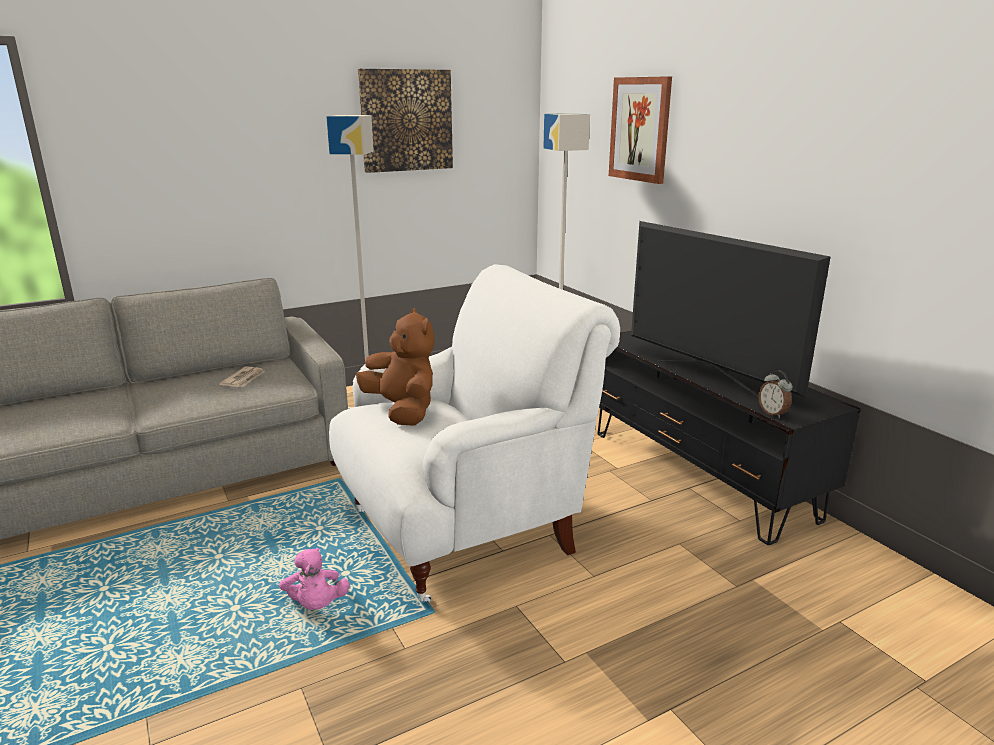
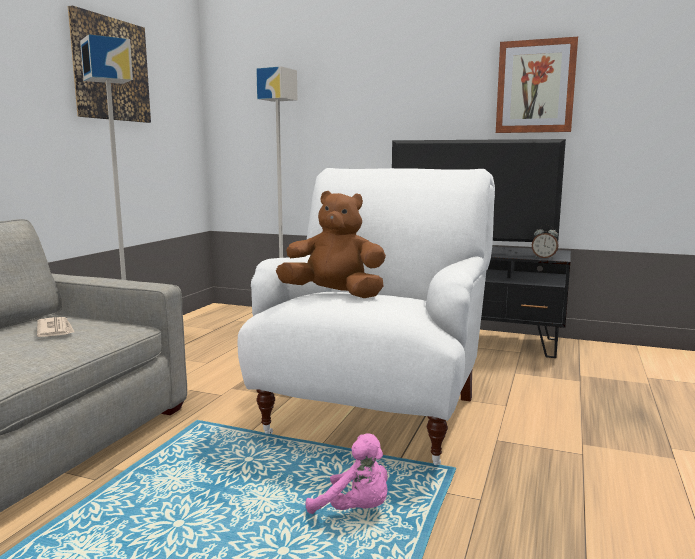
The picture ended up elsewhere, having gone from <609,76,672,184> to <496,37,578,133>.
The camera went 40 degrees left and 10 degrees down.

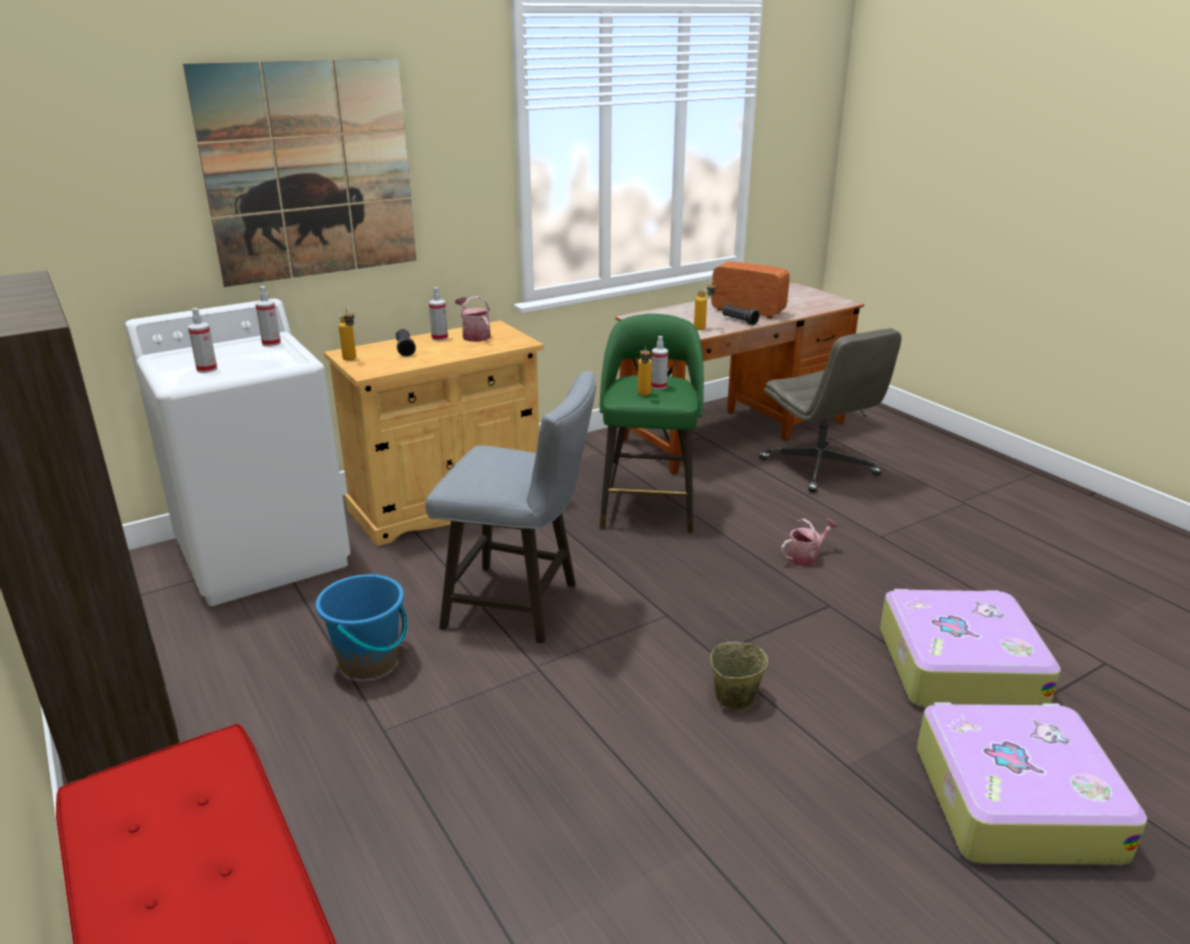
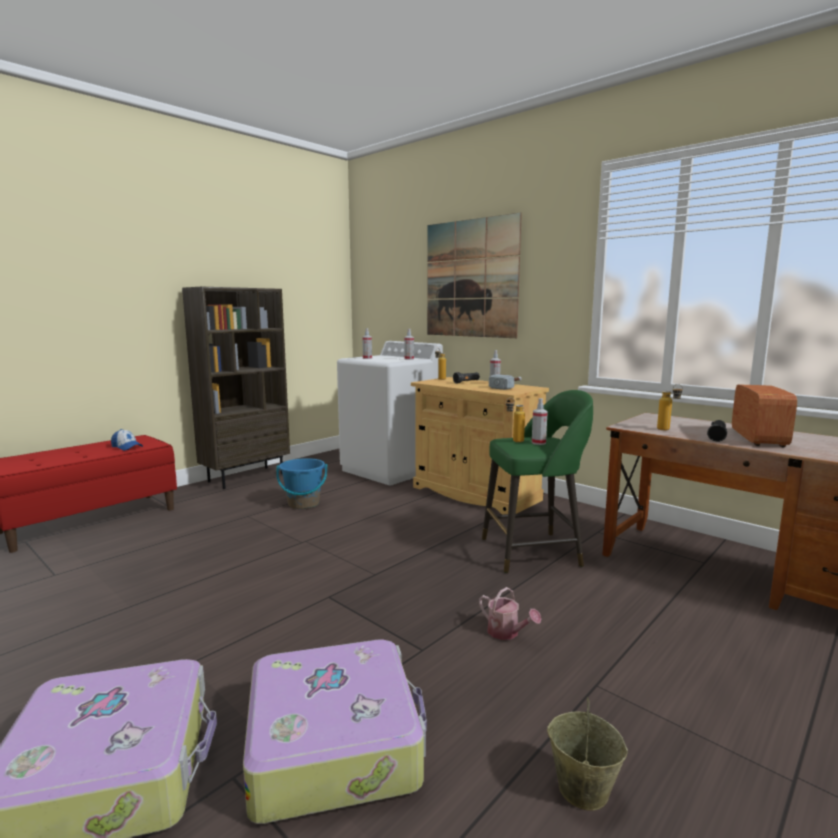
Where the sprinkling can stood at <455,296,491,342>, the hammer came to stand at <489,374,522,390>.
The second view lost the grey desk chair at <759,328,902,493>.
The second view lost the grey stool at <425,371,596,643>.
The sand-coloured pail ended up elsewhere, having gone from <710,631,768,710> to <547,697,628,811>.
The second view gained the cap at <111,429,143,451>.
The camera went 75 degrees right and 15 degrees down.

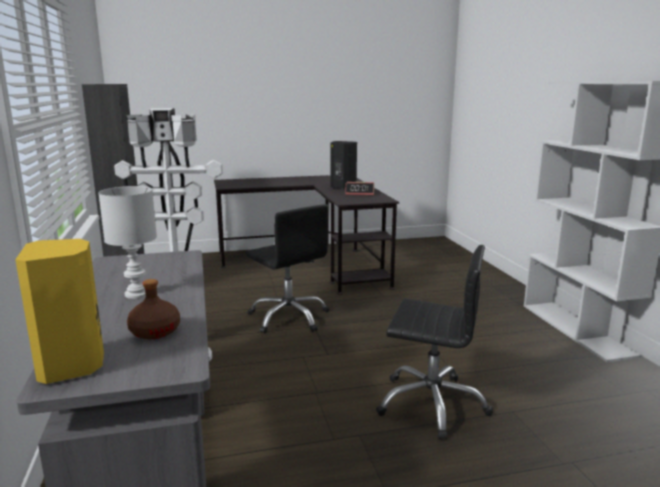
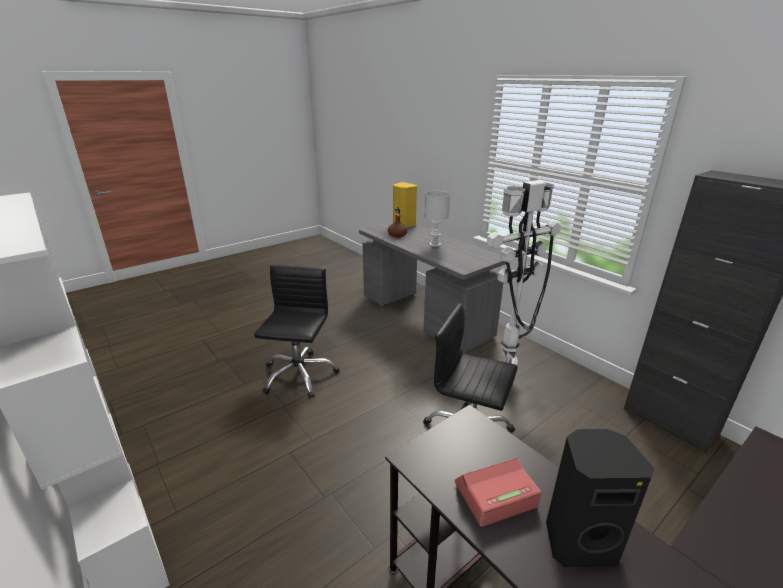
The black desk chair at <376,245,493,440> ended up facing another way, 105 degrees clockwise from before.
The camera went 155 degrees right and 10 degrees up.

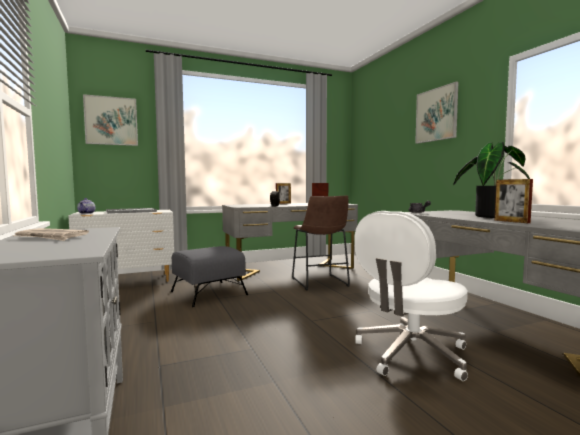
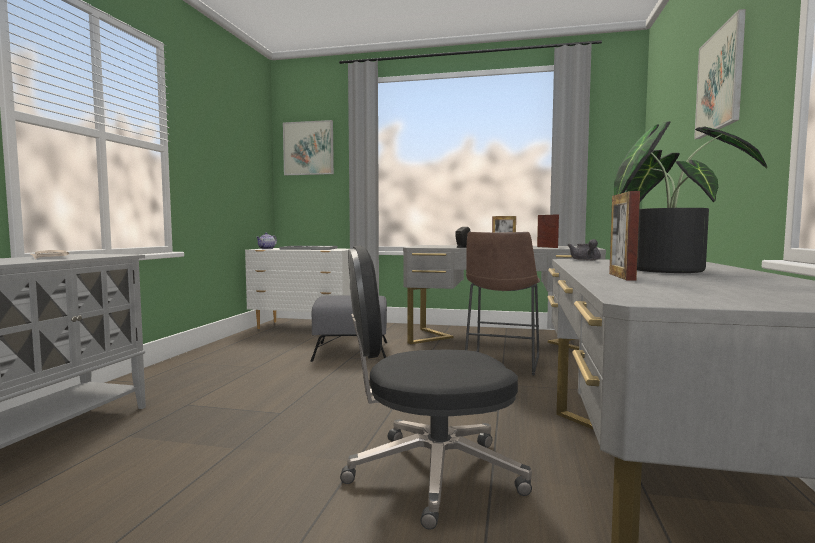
What was the white-coloured desk chair at <355,211,468,381> turned into the black desk chair at <340,245,532,530>.
The camera went 35 degrees right and 0 degrees up.

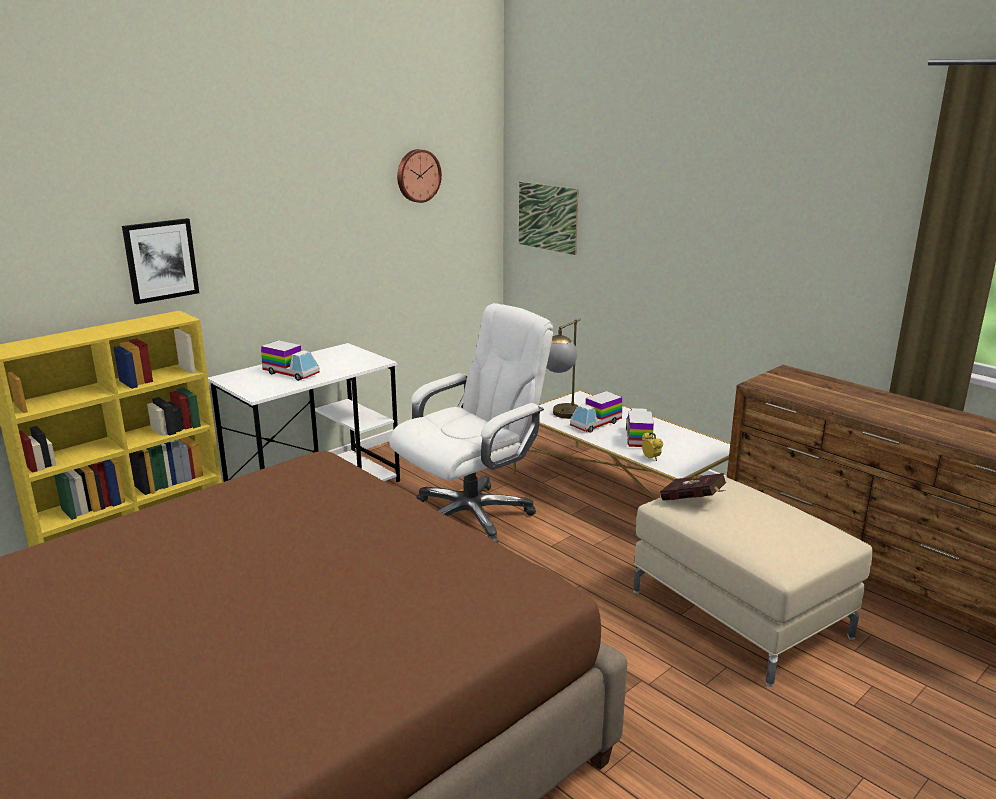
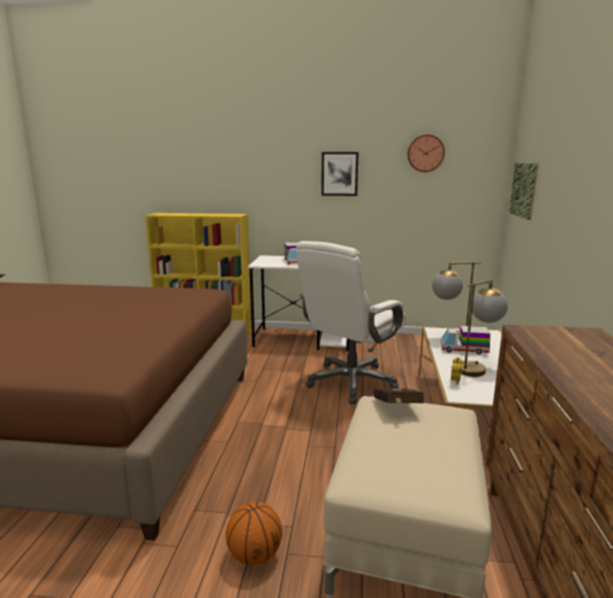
The picture ended up elsewhere, having gone from <122,218,199,304> to <321,152,359,196>.
The white-coloured desk chair at <389,303,553,543> ended up facing another way, 120 degrees clockwise from before.
Where the toy lorry stood at <626,408,654,447>, the tabletop lamp came to stand at <461,279,508,377>.
The second view gained the basketball ball at <226,502,282,565>.
The camera went 50 degrees right and 5 degrees down.

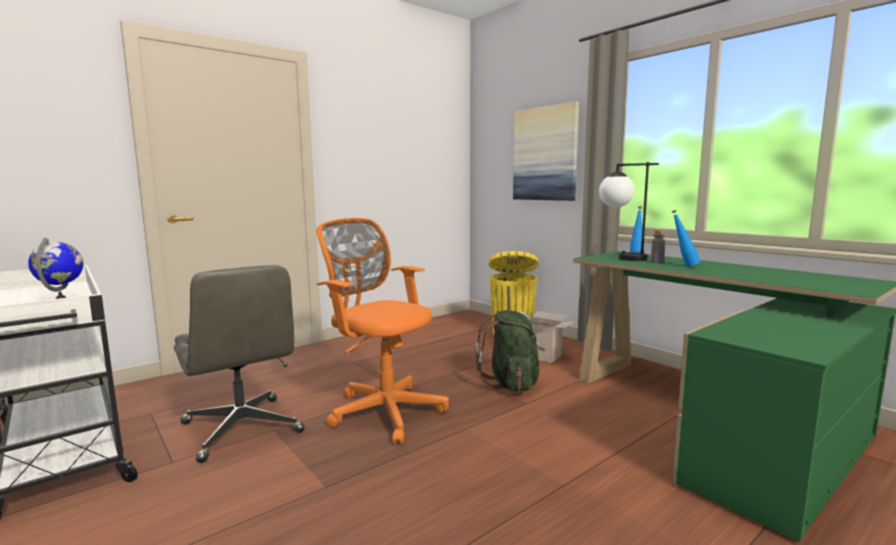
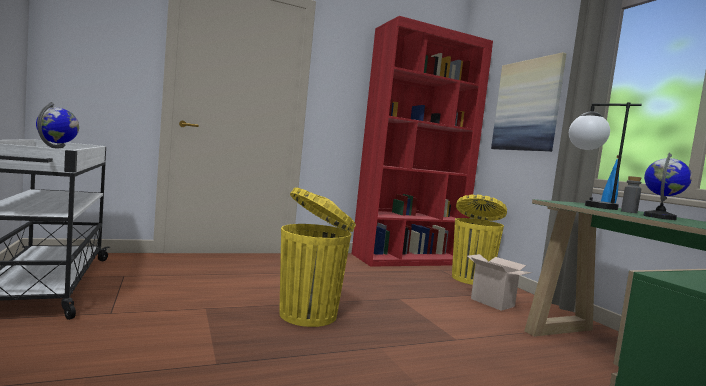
Where the blue-coloured bottle stood at <672,210,700,267>, the desk globe came to stand at <644,153,692,220>.
Where the orangey desk chair stood at <316,218,449,444>, the yellow-coloured rubbish bin came to stand at <280,187,356,327>.
The second view lost the grey desk chair at <174,265,304,463>.
The second view lost the green-coloured knapsack at <475,310,545,392>.
The second view gained the red bookcase at <352,16,493,267>.
The camera went 15 degrees right and 5 degrees down.

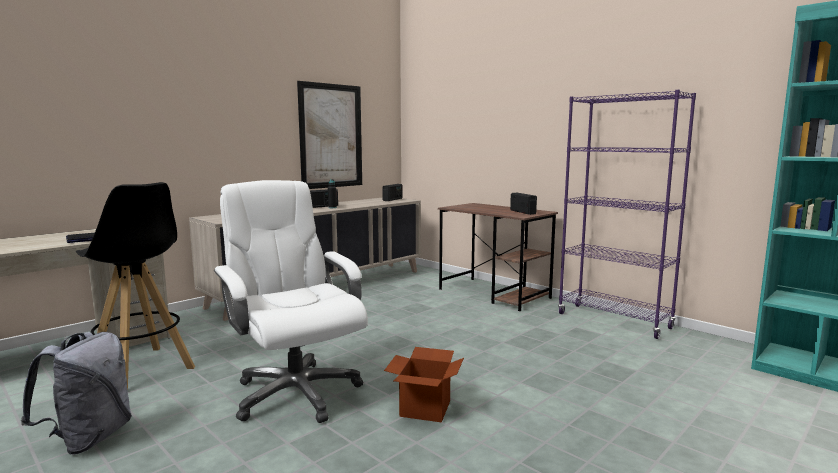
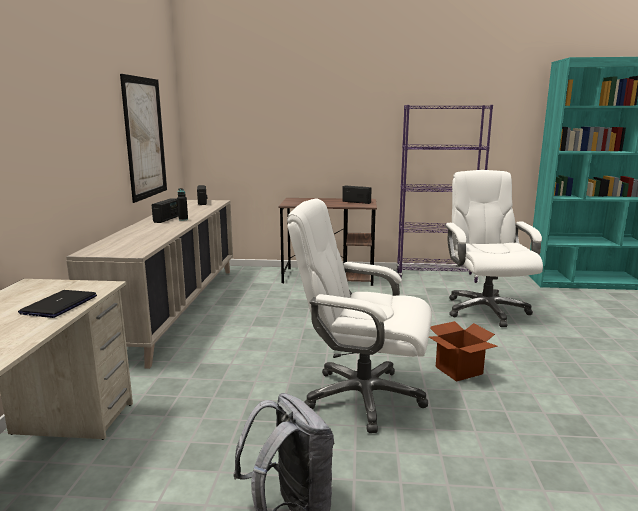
The second view lost the black stool at <76,182,195,390>.
The second view gained the white-coloured desk chair at <445,170,543,327>.
The camera went 40 degrees left and 5 degrees up.

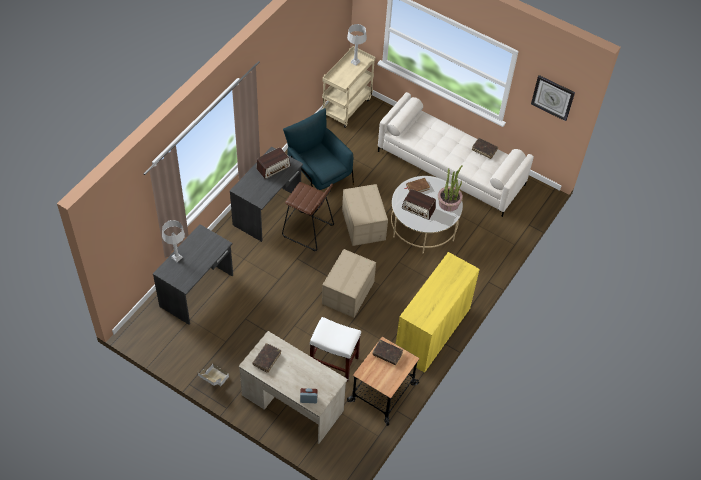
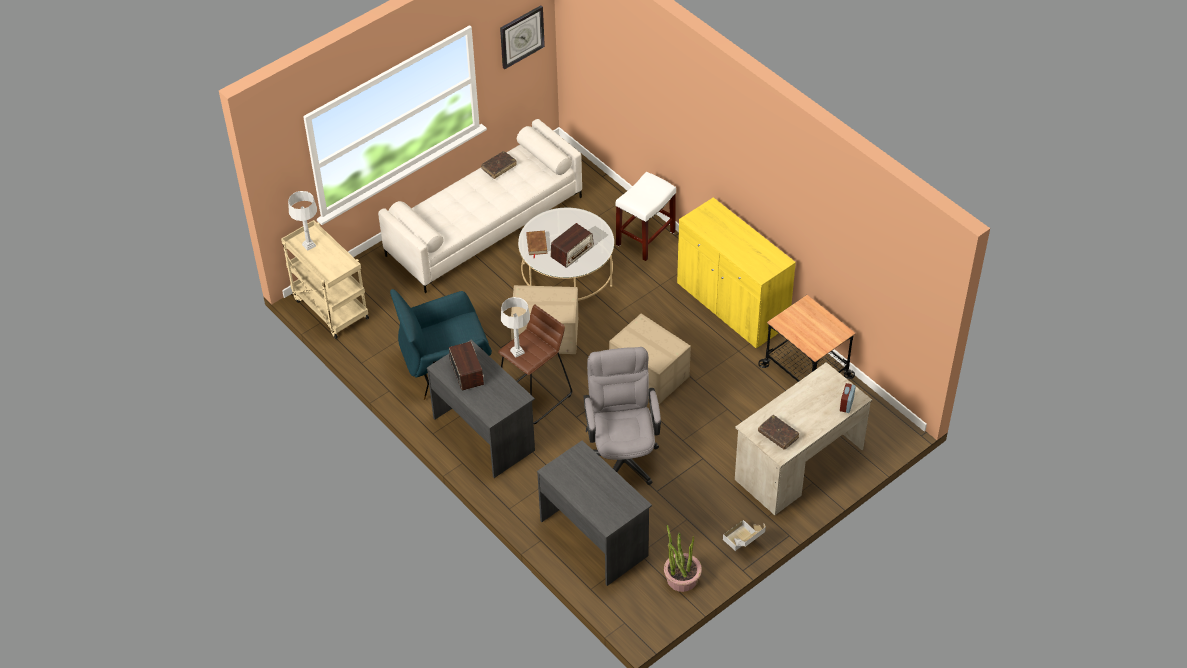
The potted plant ended up elsewhere, having gone from <438,165,463,211> to <664,525,702,592>.
The grey tabletop lamp ended up elsewhere, having gone from <162,220,185,262> to <501,297,530,358>.
The white-coloured stool ended up elsewhere, having gone from <310,317,361,382> to <615,172,676,261>.
The second view lost the brown volume at <372,340,403,365>.
The second view gained the grey desk chair at <583,347,661,485>.
The camera went 70 degrees left and 5 degrees down.

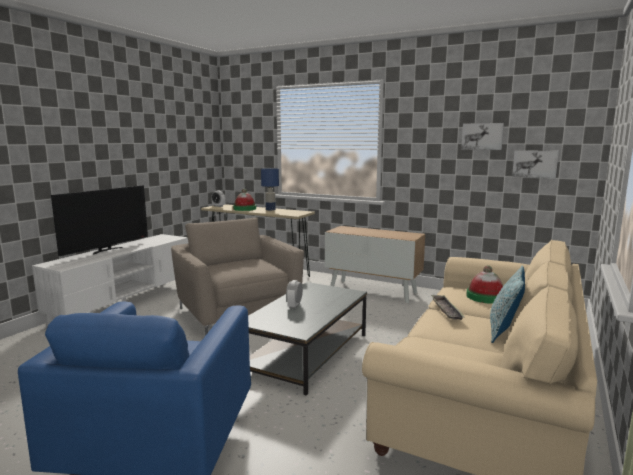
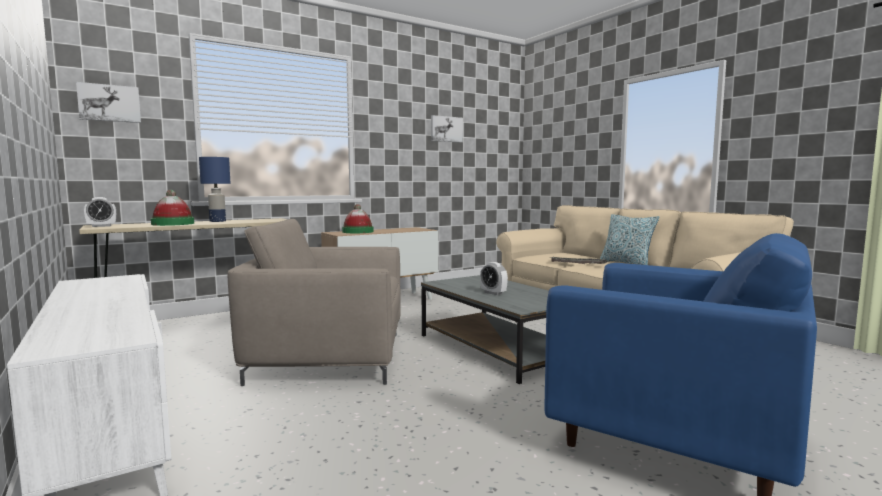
The picture ended up elsewhere, having gone from <512,150,559,179> to <76,82,141,123>.
The second view lost the TV at <51,185,148,256>.
The clothing hat ended up elsewhere, having gone from <466,265,503,304> to <342,204,374,233>.
The camera went 60 degrees left and 5 degrees down.

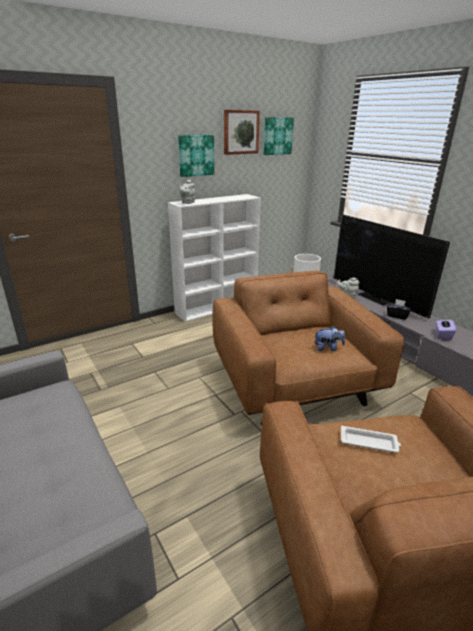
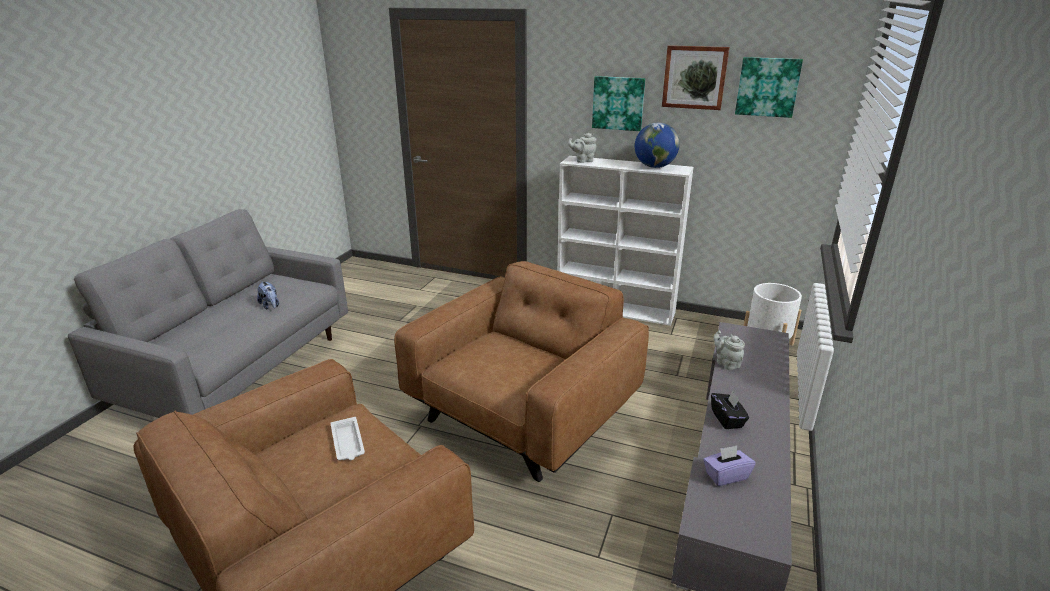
The second view lost the TV at <334,214,450,319>.
The plush toy ended up elsewhere, having gone from <314,325,345,352> to <257,281,279,309>.
The second view gained the desk globe at <635,123,680,168>.
The camera went 55 degrees right and 0 degrees up.

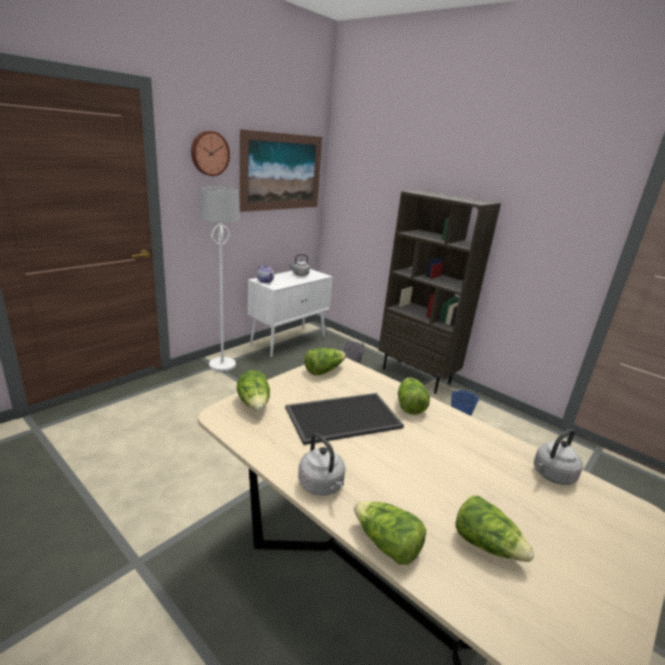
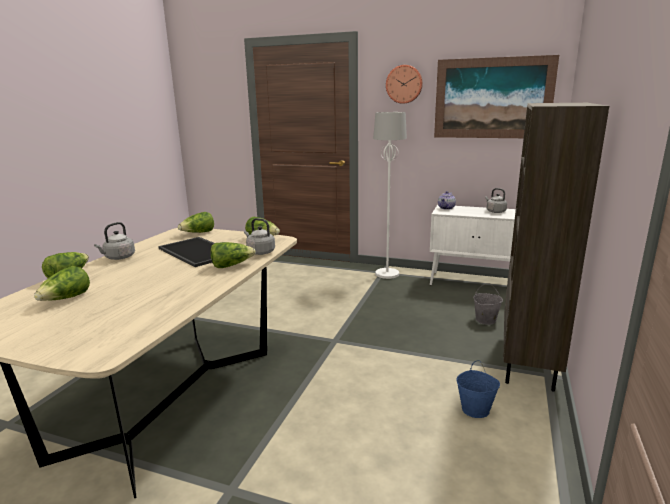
The grey tea kettle ended up elsewhere, having gone from <534,429,583,485> to <244,218,275,255>.
The camera went 70 degrees right and 5 degrees down.

